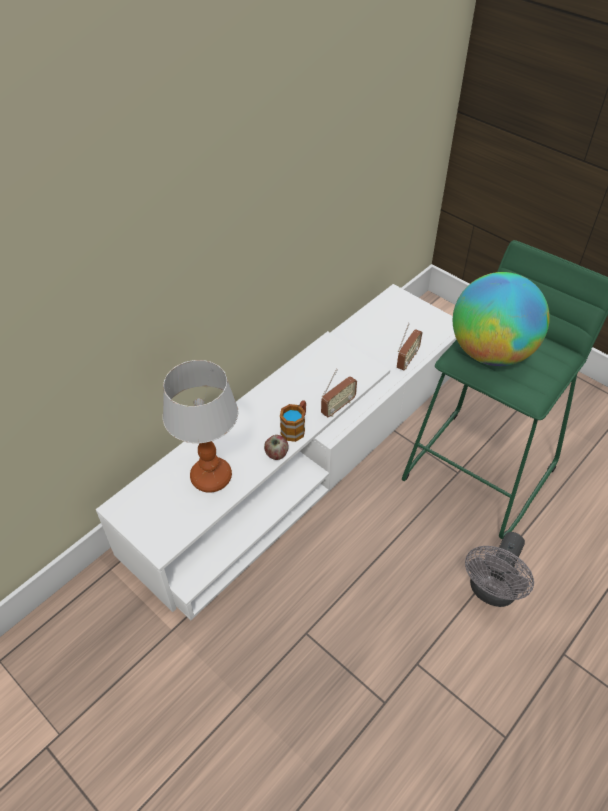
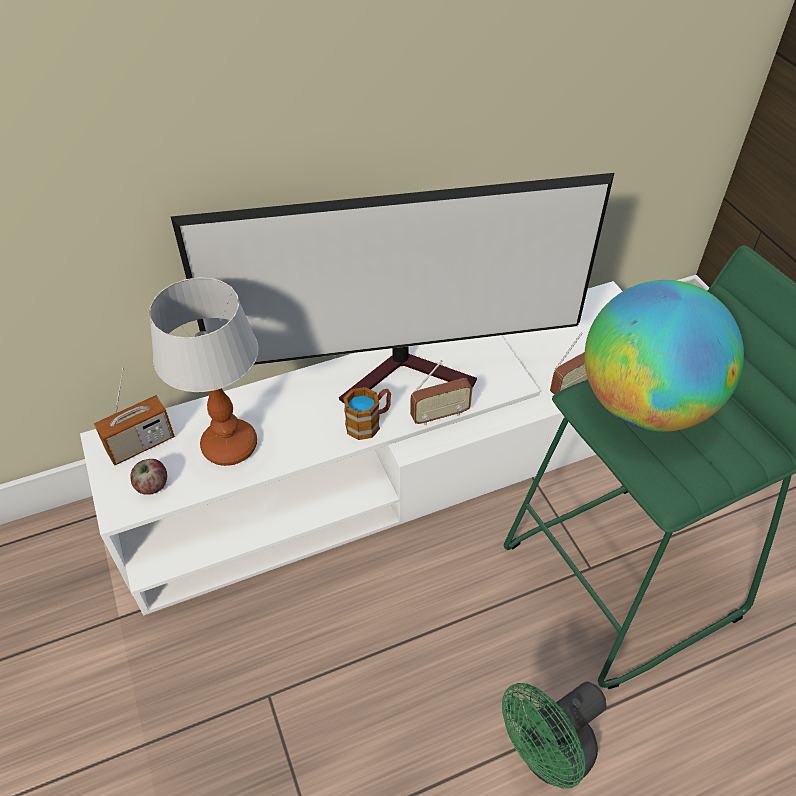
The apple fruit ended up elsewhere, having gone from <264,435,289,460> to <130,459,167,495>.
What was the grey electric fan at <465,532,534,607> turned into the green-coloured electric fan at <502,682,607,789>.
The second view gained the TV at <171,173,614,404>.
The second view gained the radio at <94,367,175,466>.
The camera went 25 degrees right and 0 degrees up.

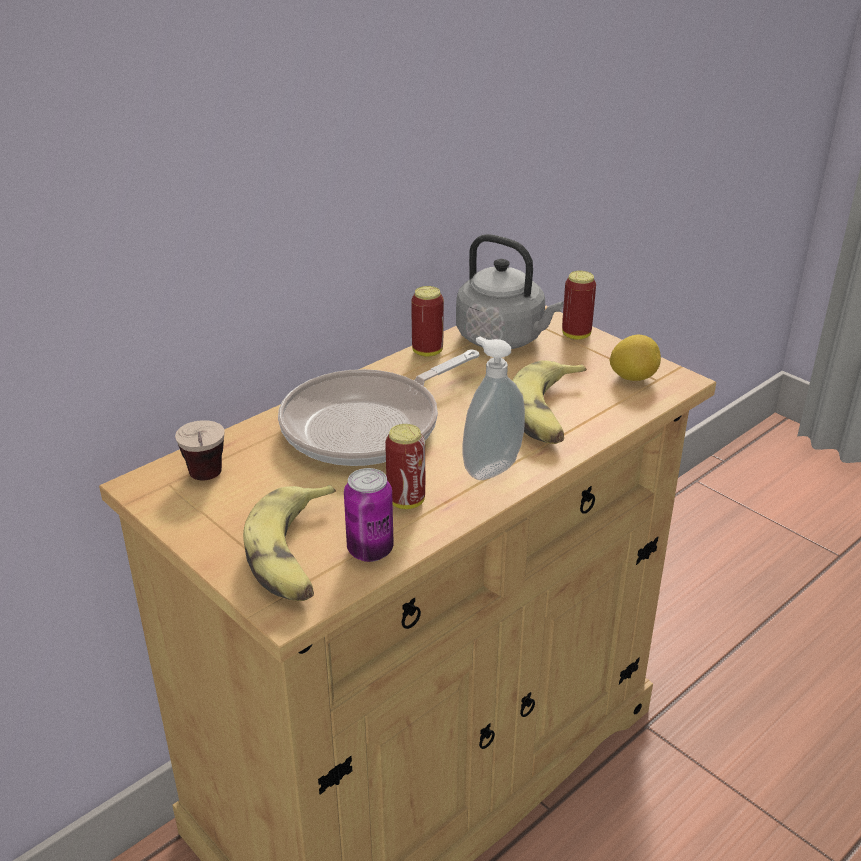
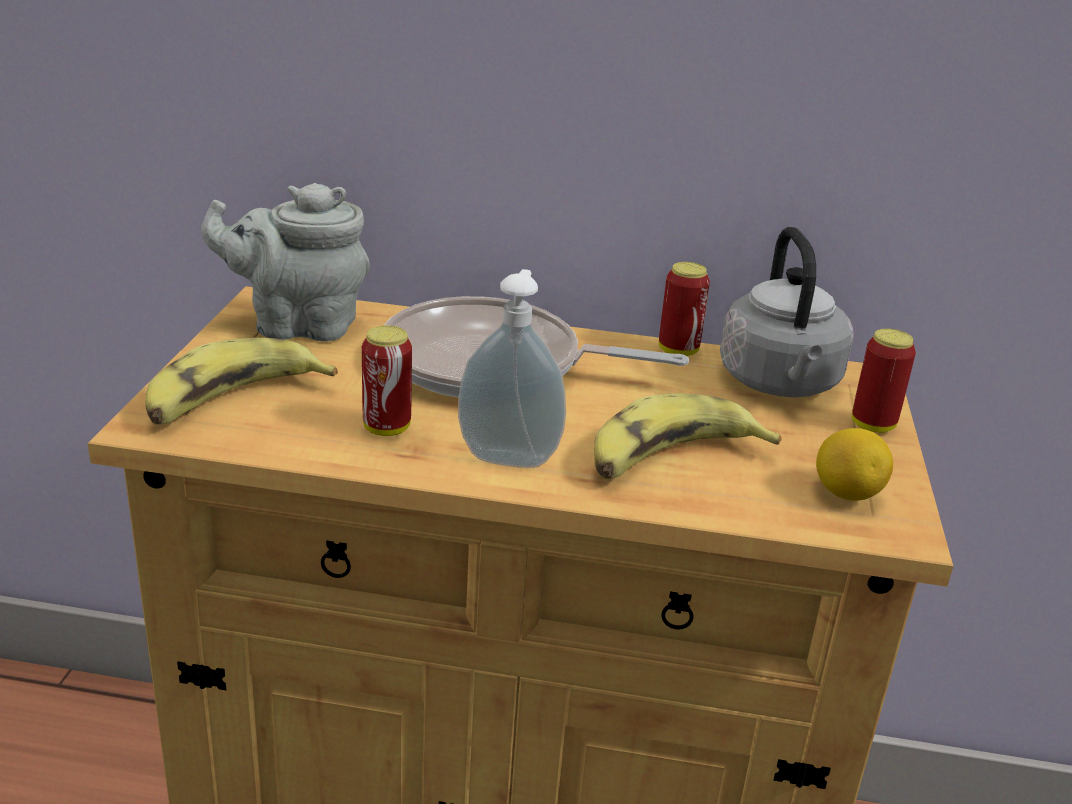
Where the cup stood at <175,420,225,480>, the grey tea pot came to stand at <201,183,370,342>.
The second view lost the metal can at <344,468,394,562>.
The camera went 50 degrees right and 5 degrees down.

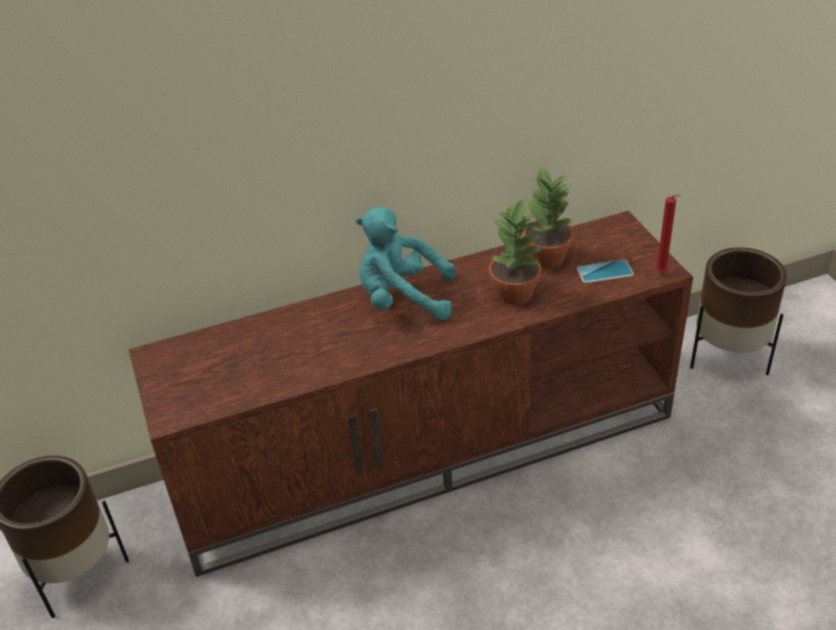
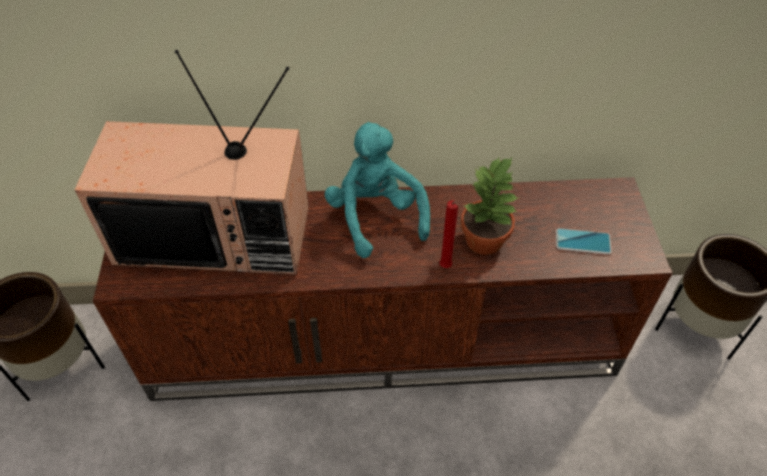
The second view lost the potted plant at <523,167,574,269>.
The red wax candle ended up elsewhere, having gone from <655,195,681,273> to <440,200,458,268>.
The turquoise plush toy at <356,207,456,320> ended up facing another way, 45 degrees clockwise from before.
The second view gained the TV at <74,50,309,275>.
The camera went 15 degrees right and 10 degrees up.

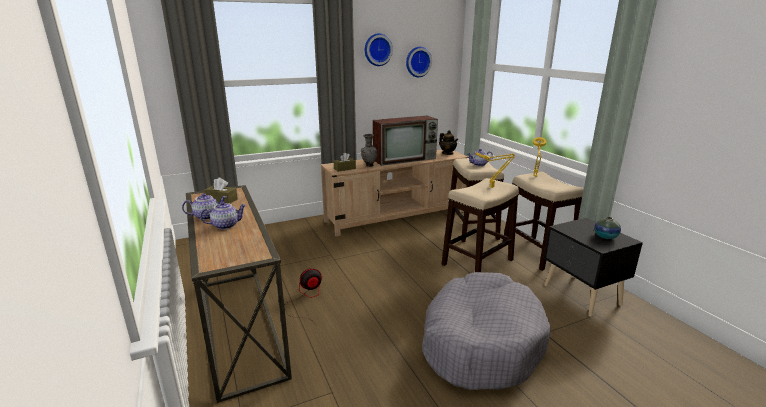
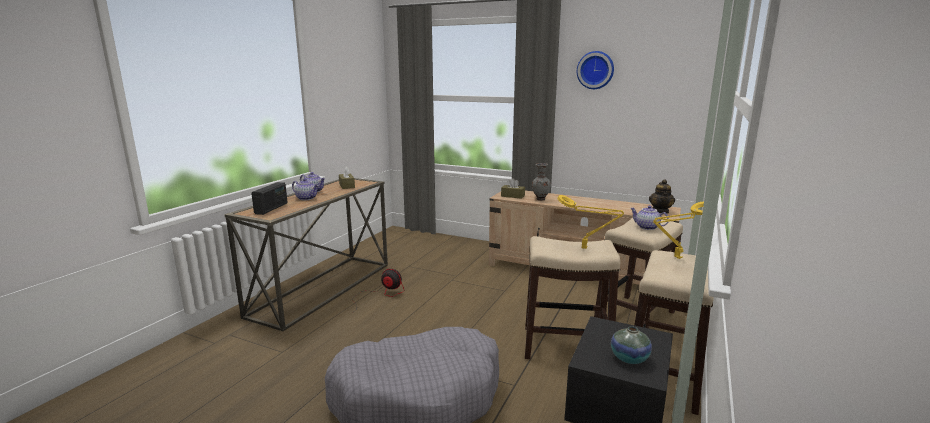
The second view lost the wall clock at <406,47,432,77>.
The second view lost the TV at <372,116,438,166>.
The second view gained the radio at <251,182,288,215>.
The camera went 50 degrees right and 5 degrees down.

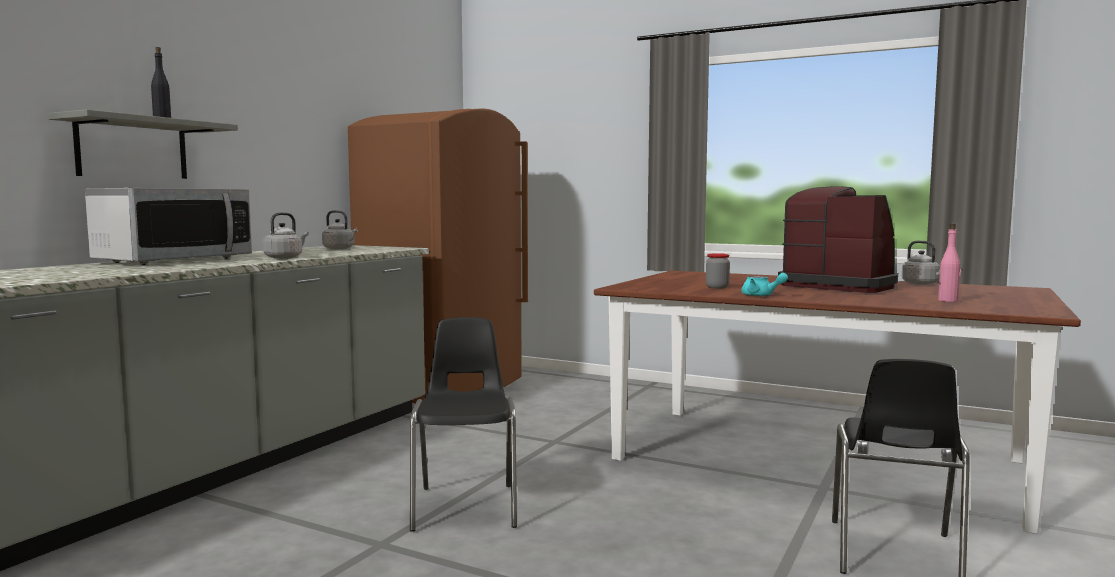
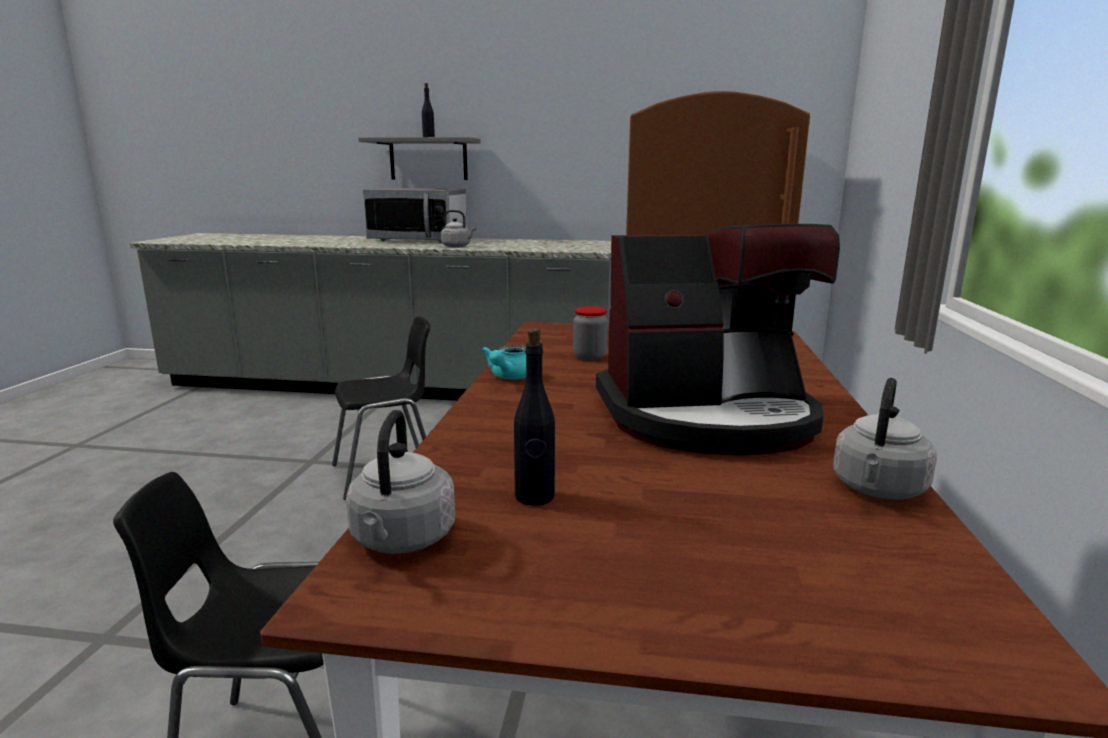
The coffee brewer at <778,186,898,293> ended up facing another way, 60 degrees clockwise from before.
The grey tea kettle ended up elsewhere, having gone from <322,210,358,249> to <346,410,455,554>.
What was the pinkish bottle at <938,223,961,302> turned into the black bottle at <514,328,555,506>.
The camera went 70 degrees right and 10 degrees up.

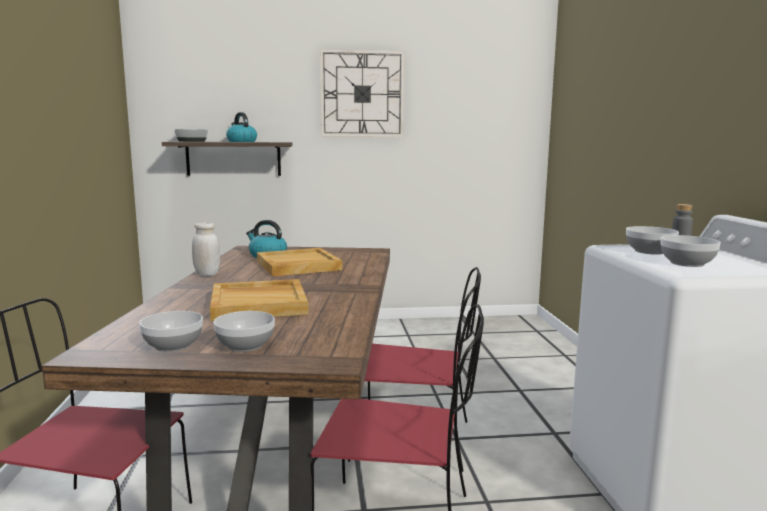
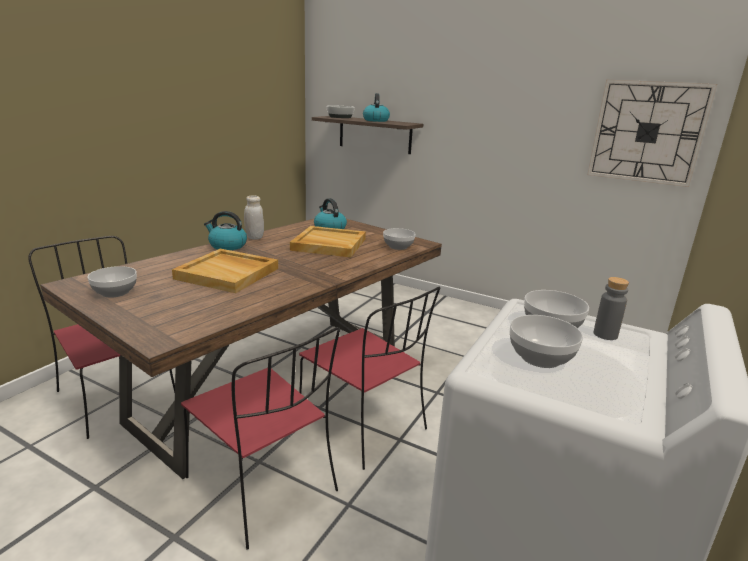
The wall clock ended up elsewhere, having gone from <320,49,404,137> to <587,80,717,187>.
The serving bowl ended up elsewhere, having gone from <214,311,275,352> to <383,228,416,250>.
The second view gained the tea kettle at <204,211,247,250>.
The camera went 35 degrees right and 10 degrees up.

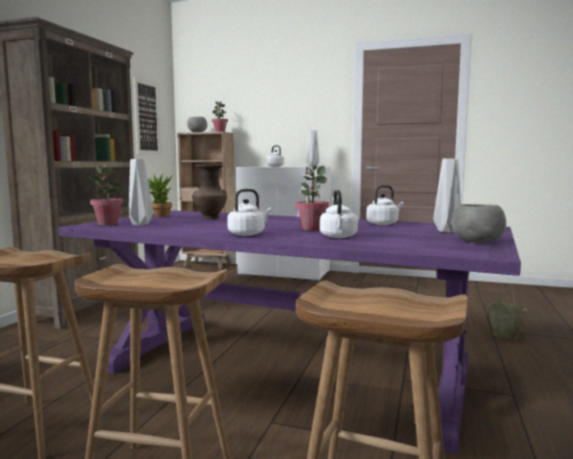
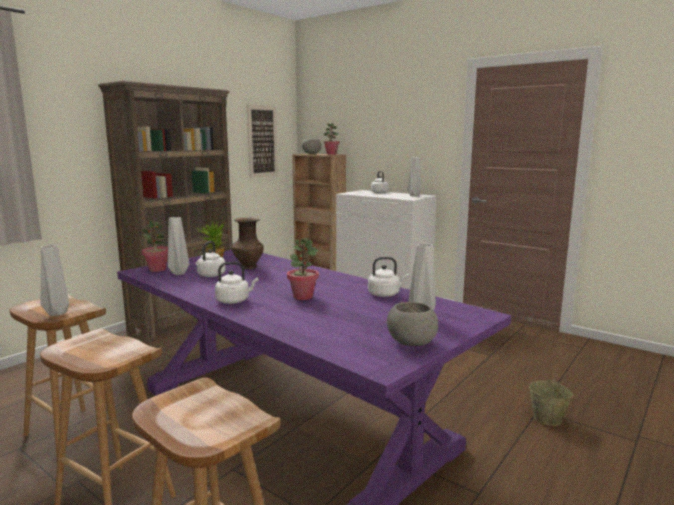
The white-coloured tea kettle ended up elsewhere, having gone from <320,189,358,238> to <195,241,226,277>.
The second view gained the grey flower vase at <41,245,69,316>.
The camera went 20 degrees right and 5 degrees up.

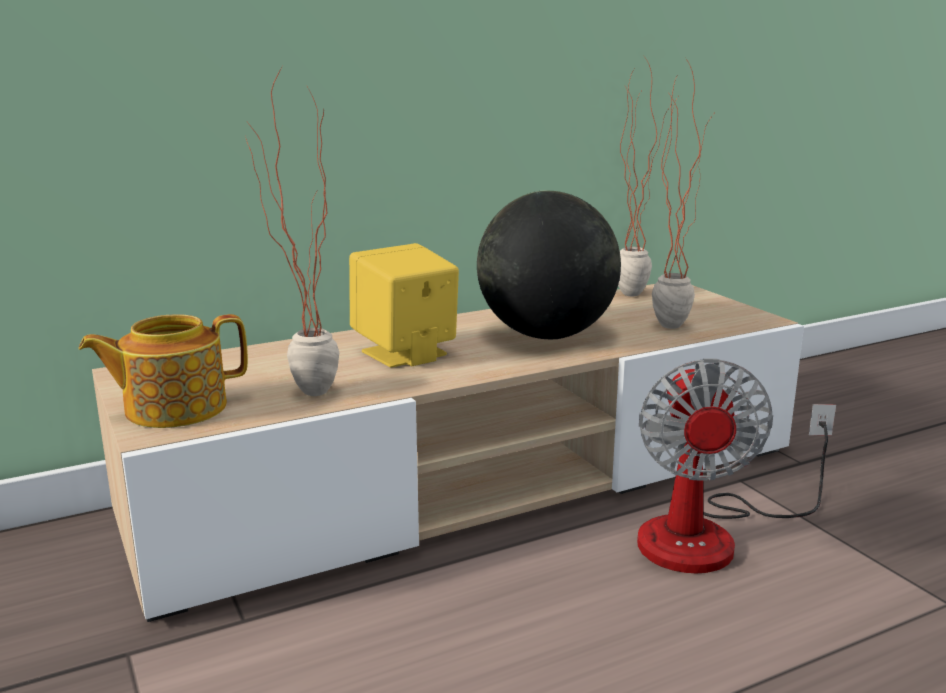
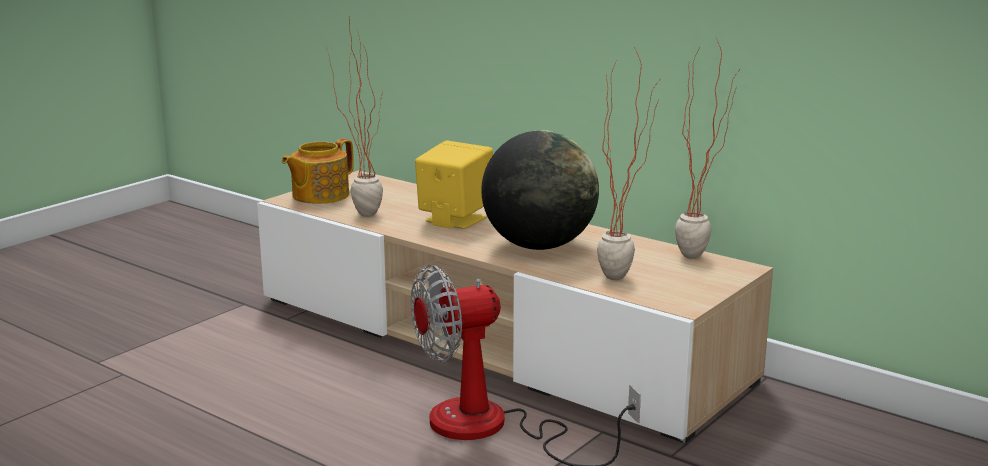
The tea pot at <79,314,248,428> ended up facing another way, 90 degrees counterclockwise from before.
The camera went 65 degrees right and 0 degrees up.

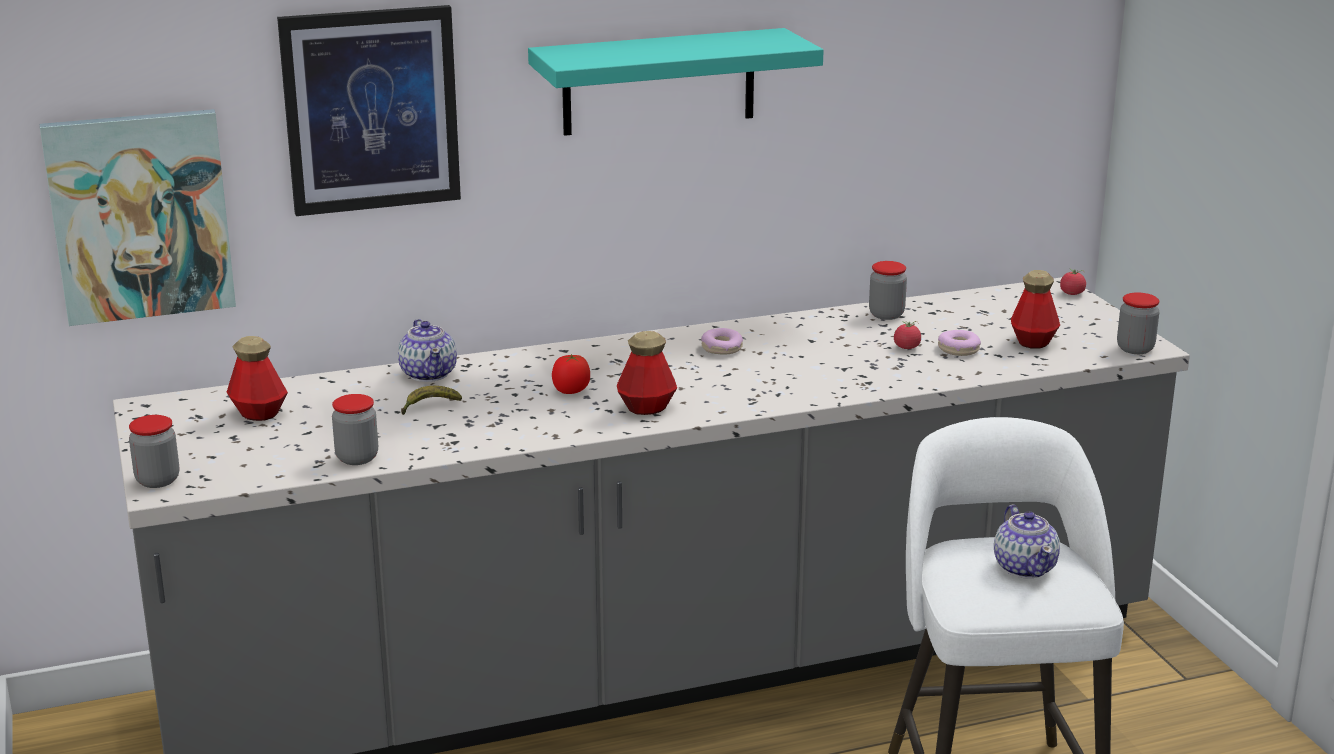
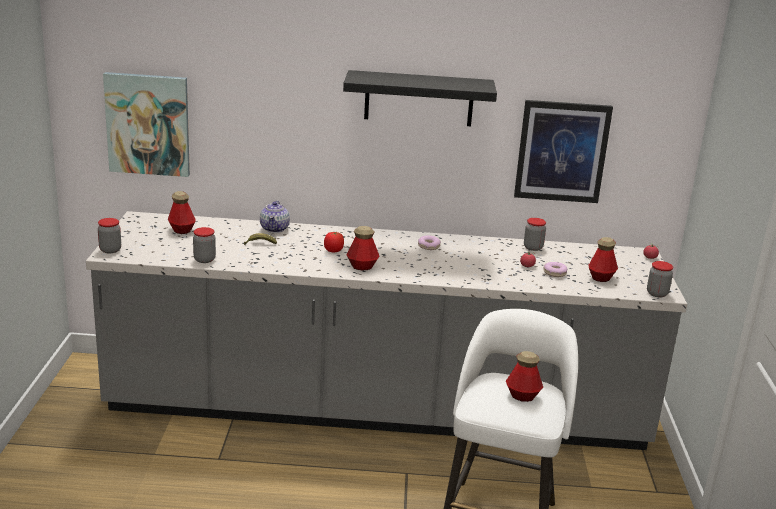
The picture ended up elsewhere, having gone from <277,5,461,216> to <514,100,613,203>.
What was the turquoise shelf at <528,28,824,136> turned into the black shelf at <343,70,497,126>.
Where the tea pot stood at <994,505,1060,579>, the bottle came to stand at <506,351,543,402>.
The camera went 20 degrees right and 0 degrees up.

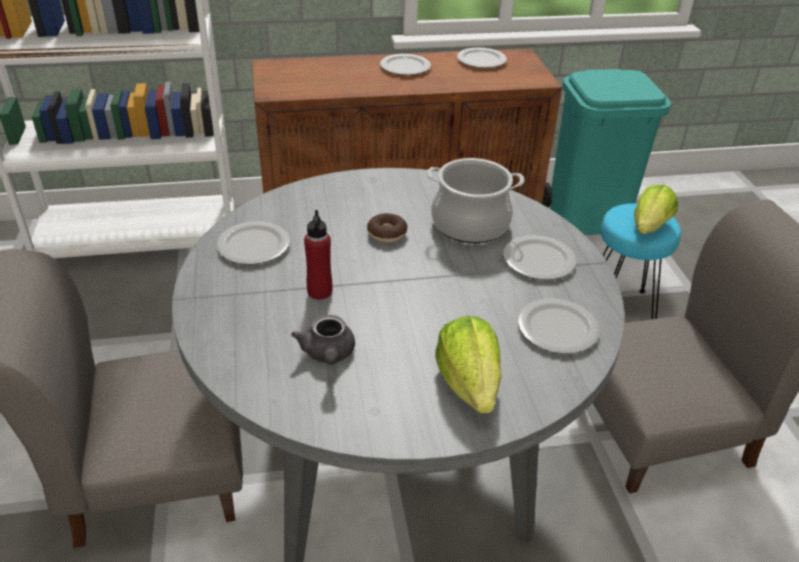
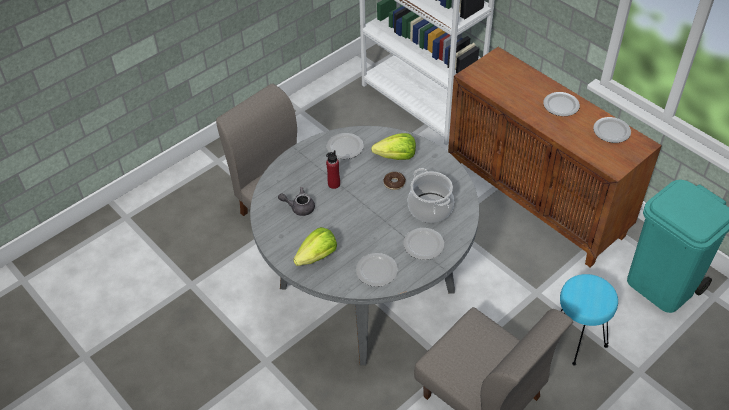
The lettuce ended up elsewhere, having gone from <634,185,678,234> to <371,133,416,160>.
The grey tea pot at <291,315,355,365> ended up facing another way, 45 degrees clockwise from before.
The camera went 60 degrees right and 10 degrees up.

